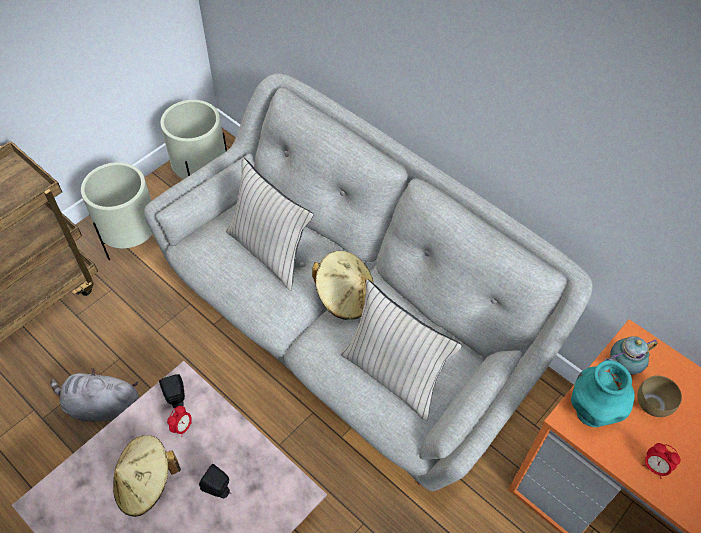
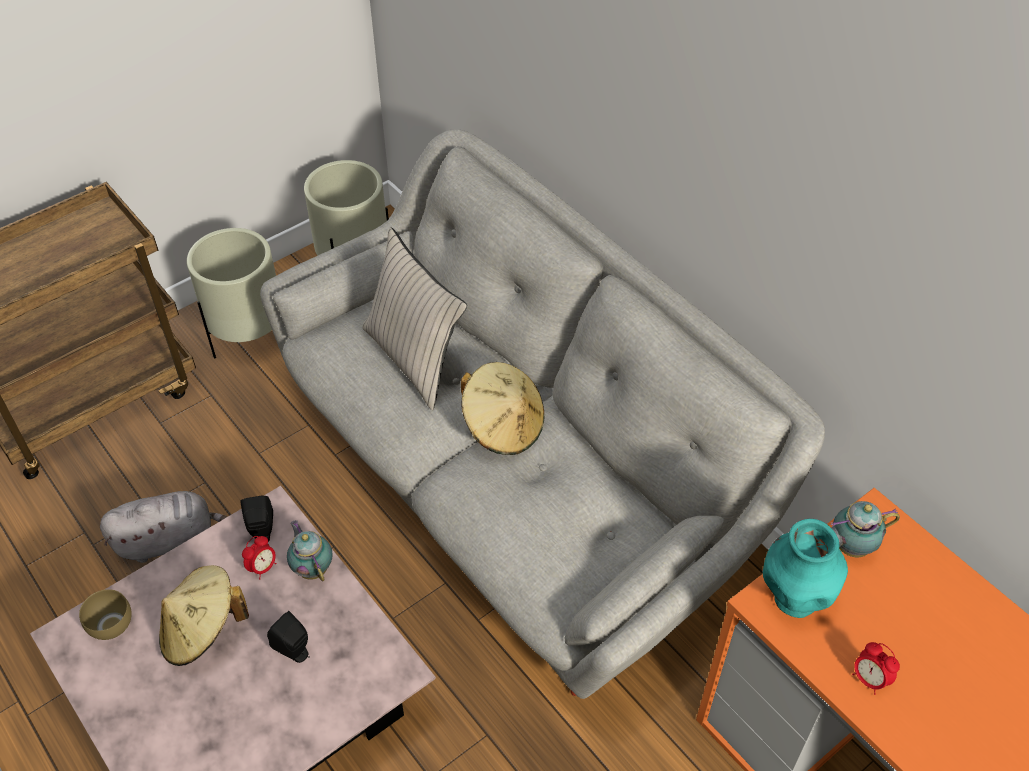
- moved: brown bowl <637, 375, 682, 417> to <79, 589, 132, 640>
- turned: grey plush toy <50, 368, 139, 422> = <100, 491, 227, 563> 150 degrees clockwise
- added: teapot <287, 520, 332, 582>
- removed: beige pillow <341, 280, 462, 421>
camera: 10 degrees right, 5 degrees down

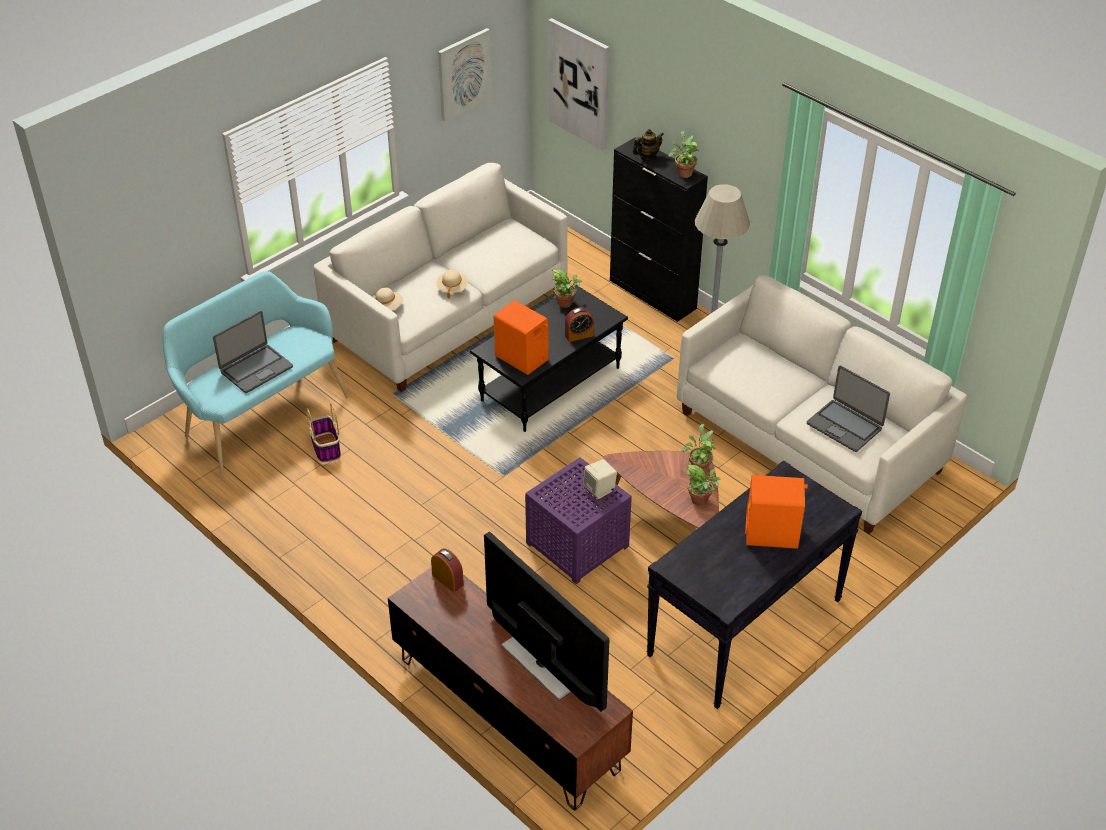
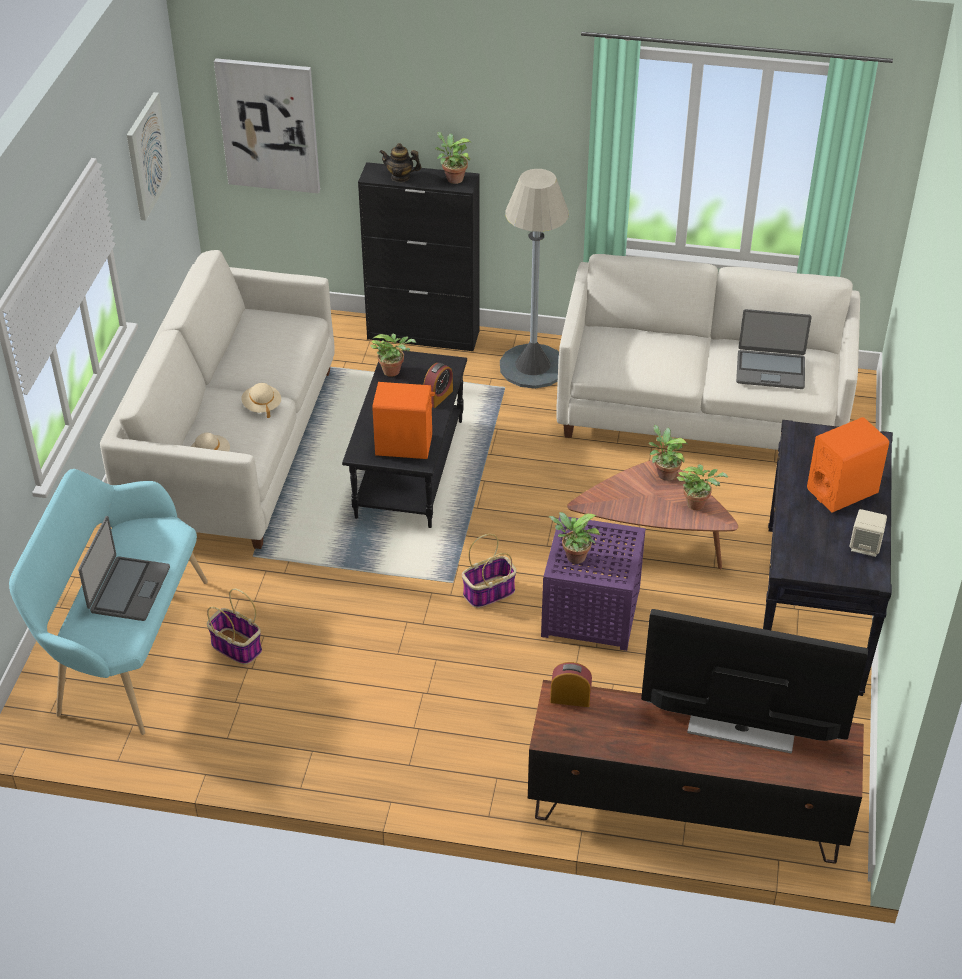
- turned: teapot <632, 129, 664, 161> = <380, 143, 421, 182> 105 degrees counterclockwise
- added: basket <462, 534, 517, 608>
- added: potted plant <549, 512, 601, 564>
- moved: beige speaker <583, 459, 617, 499> to <850, 509, 887, 557>
camera: 35 degrees left, 0 degrees up

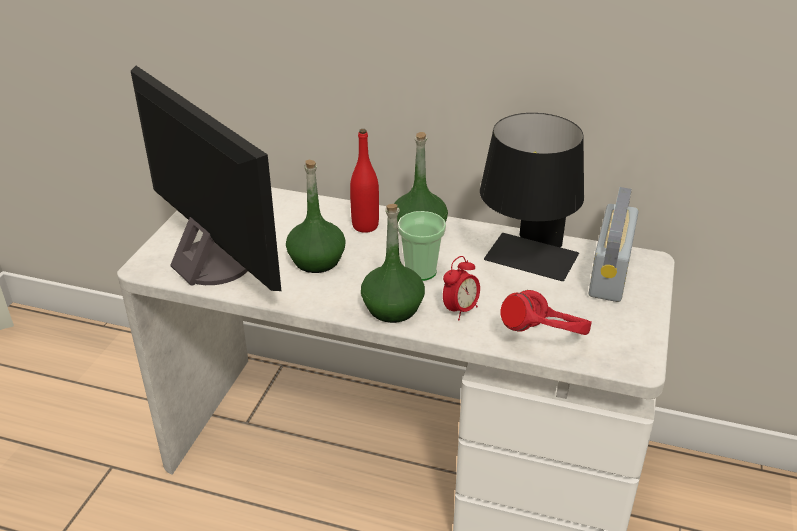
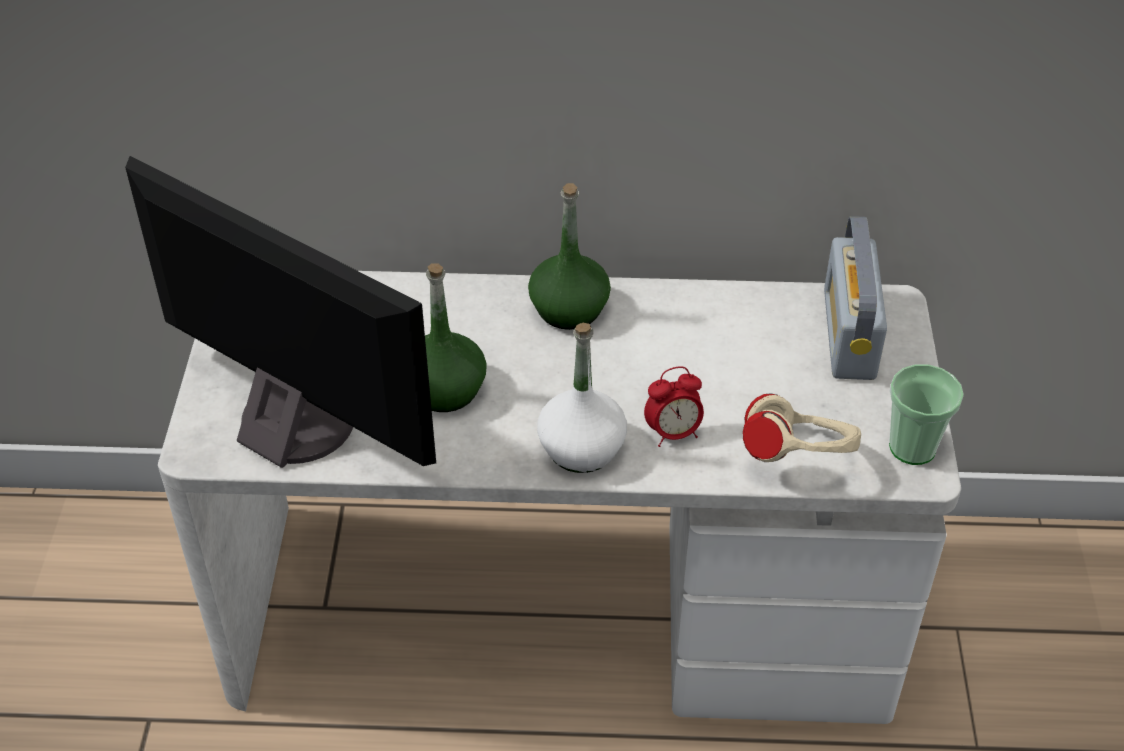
- recoloured: green bottle <361, 204, 425, 323> to white bottle <537, 323, 627, 473>
- turned: alarm clock <443, 256, 480, 320> = <644, 367, 704, 447> 45 degrees clockwise
- recoloured: red headphones <501, 290, 592, 335> to beige headphones <743, 393, 861, 462>
- moved: cup <398, 211, 446, 281> to <889, 364, 964, 465>
- removed: red bottle <350, 129, 379, 233>
- removed: black table lamp <480, 113, 584, 281>
camera: 15 degrees left, 10 degrees up

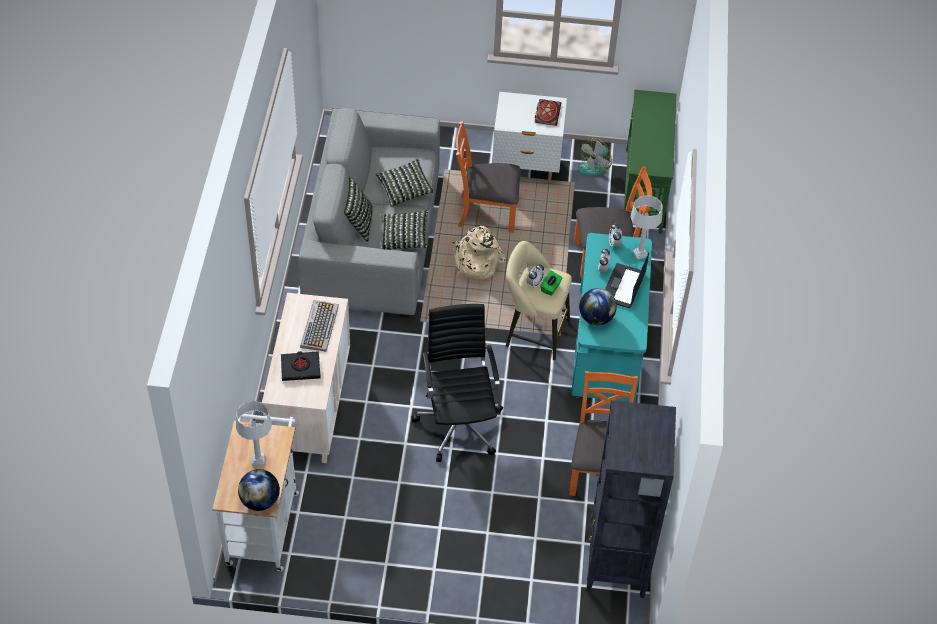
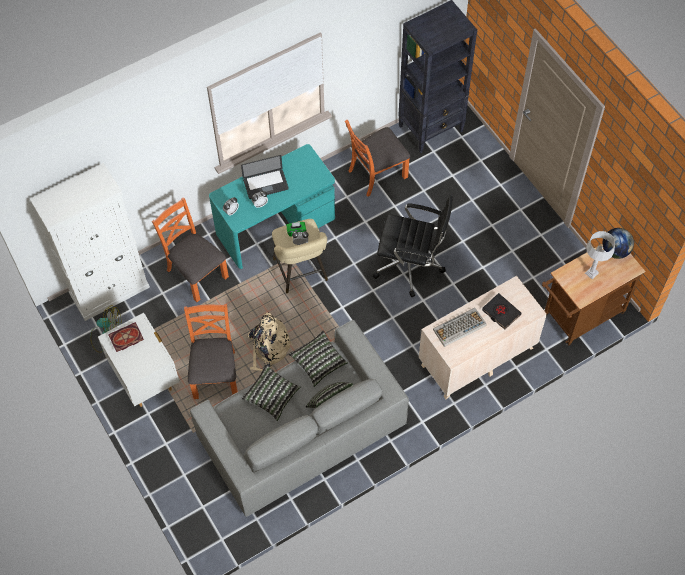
- replaced: green console table <624, 90, 676, 234> to white cabinet <30, 163, 150, 321>
- turned: orange chair <456, 121, 521, 233> = <184, 304, 238, 399> 150 degrees counterclockwise
- turned: black office chair <412, 304, 503, 462> = <373, 195, 453, 297> 120 degrees counterclockwise
- recoloured: white cart <213, 414, 299, 571> to brown cart <542, 243, 645, 346>
- removed: globe <579, 288, 617, 325>
- removed: grey table lamp <631, 195, 663, 260>
camera: 125 degrees left, 10 degrees up

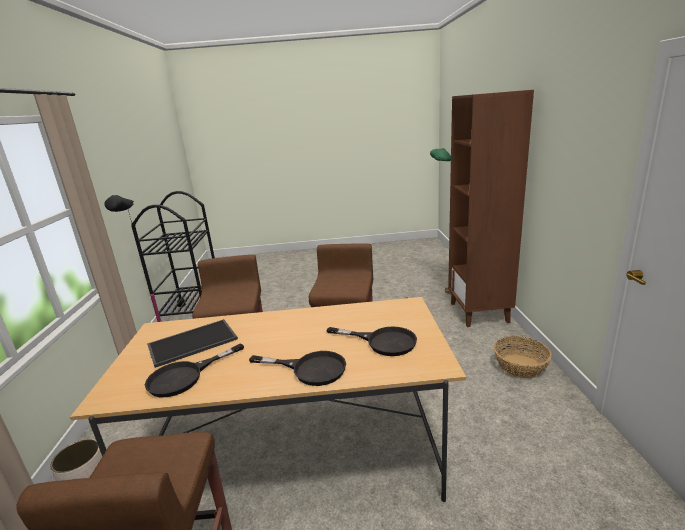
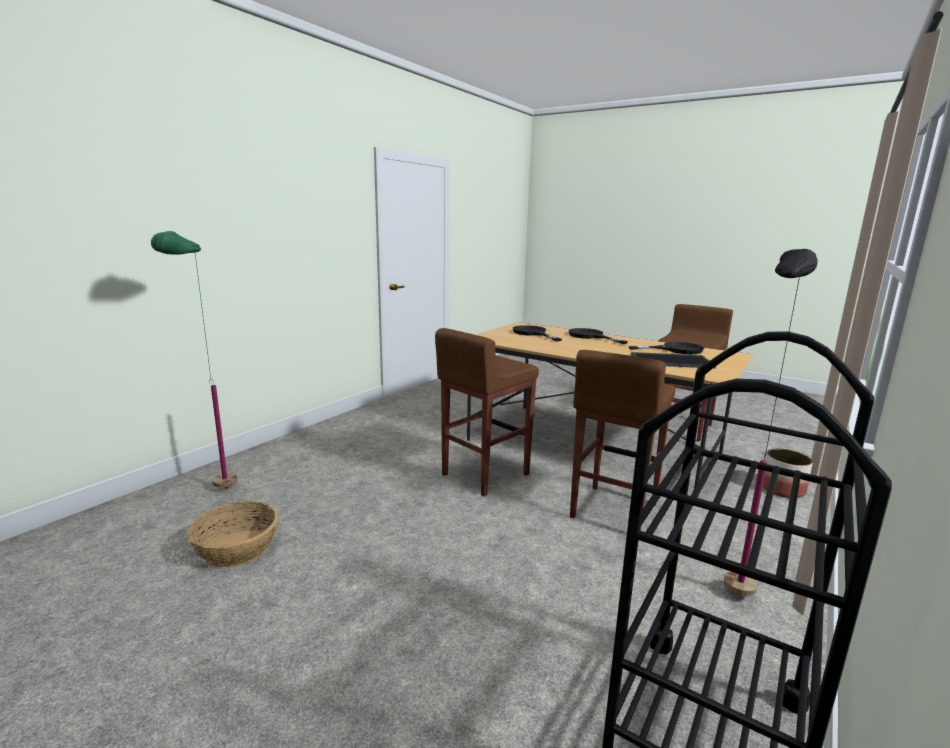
- moved: basket <494, 336, 552, 378> to <187, 501, 278, 567>
- removed: brown bookcase <448, 90, 534, 327>
camera: 145 degrees left, 5 degrees down

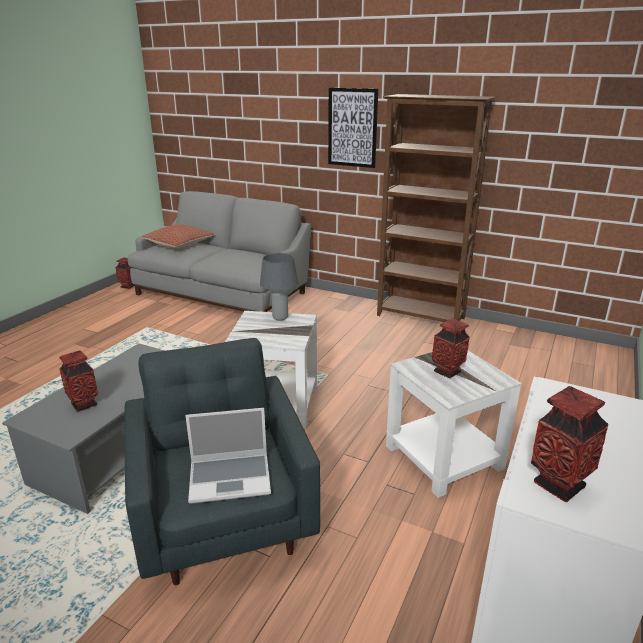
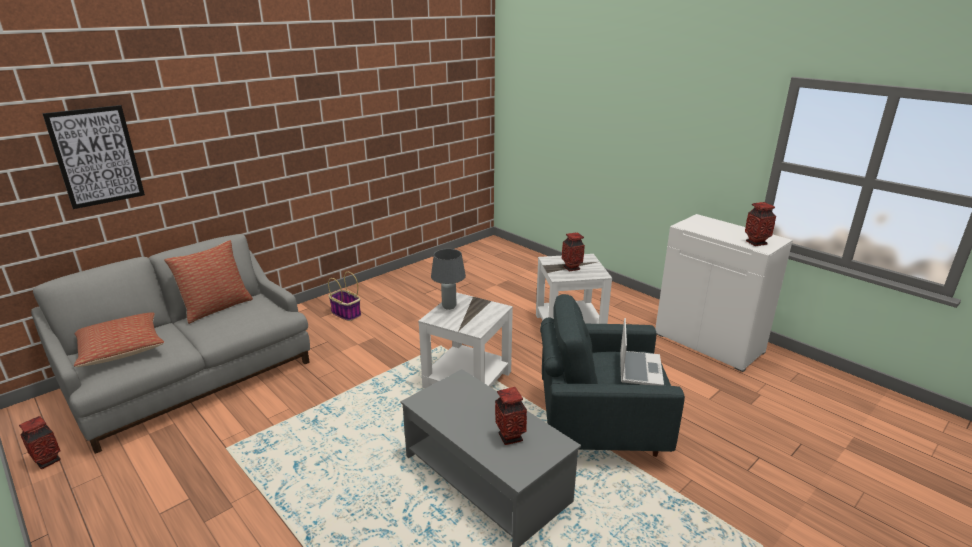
- moved: picture <328, 88, 378, 168> to <42, 105, 145, 209>
- added: pillow <164, 240, 253, 324>
- added: basket <328, 272, 361, 321>
- removed: brown bookcase <377, 94, 496, 322>
camera: 70 degrees left, 0 degrees up

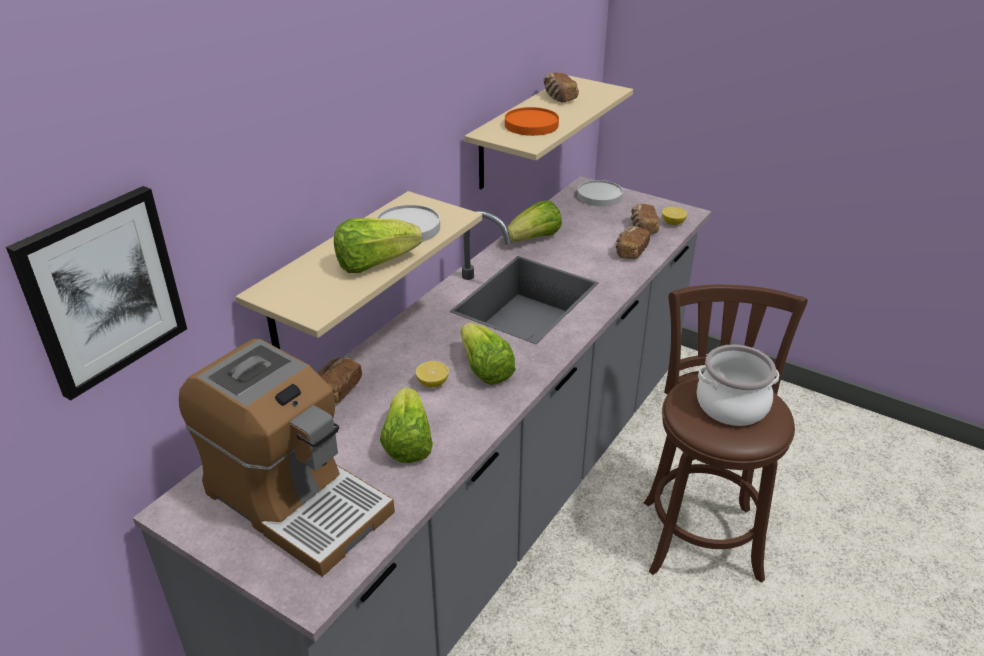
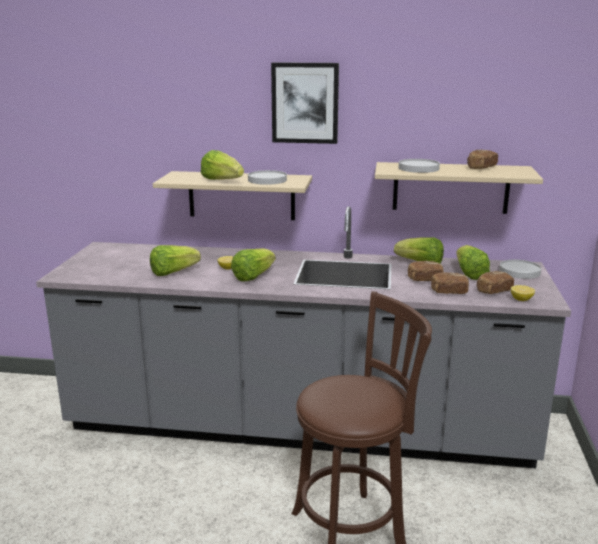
- moved: picture <6, 186, 187, 400> to <271, 62, 339, 144>
- recoloured: orange plate <505, 107, 559, 136> to white plate <399, 159, 440, 173>
- moved: bread <318, 357, 362, 403> to <408, 261, 444, 281>
- added: lettuce <456, 245, 490, 280>
- removed: coffee machine <179, 339, 395, 577>
- removed: cooking pot <696, 344, 779, 426>
camera: 65 degrees right, 15 degrees down

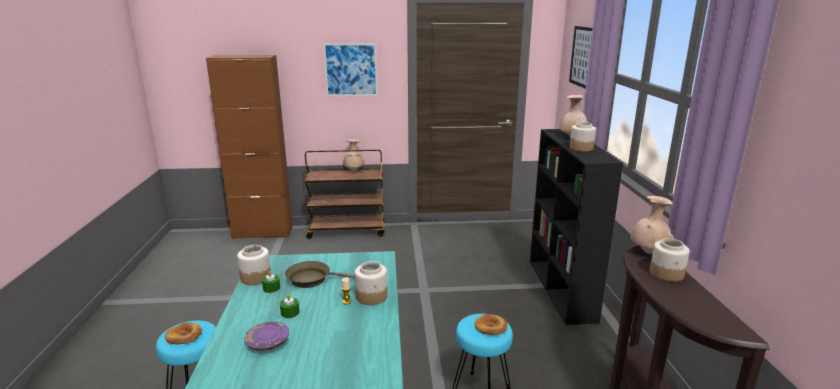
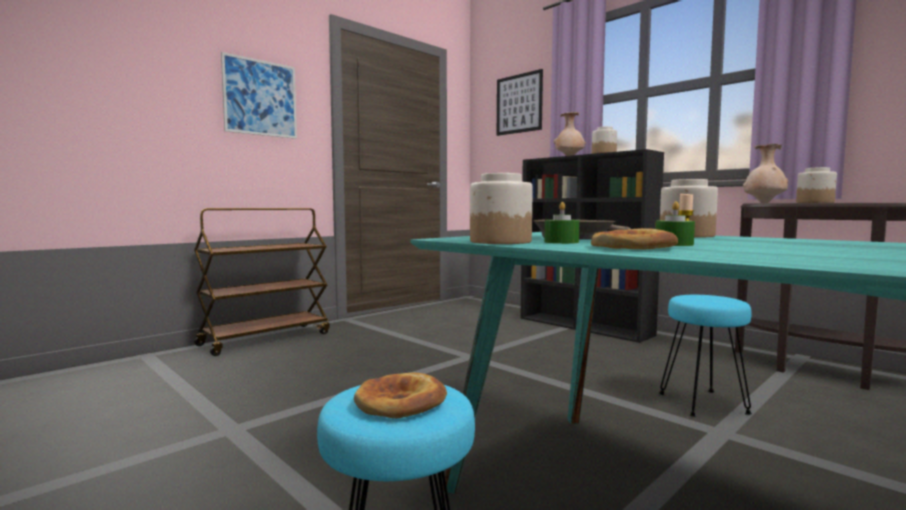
- moved: bread <475, 314, 507, 335> to <591, 228, 678, 249>
- removed: brown cabinet <206, 55, 293, 239>
- removed: purple plate <244, 322, 289, 351>
- removed: beige vase <343, 139, 365, 172>
camera: 40 degrees left, 15 degrees down

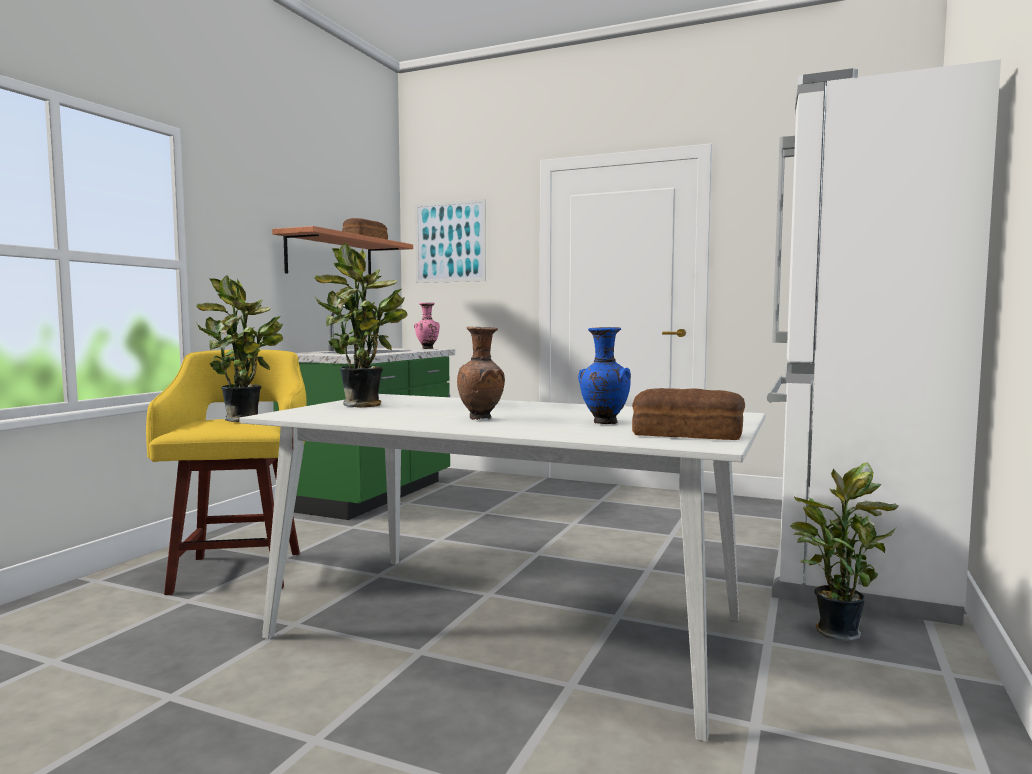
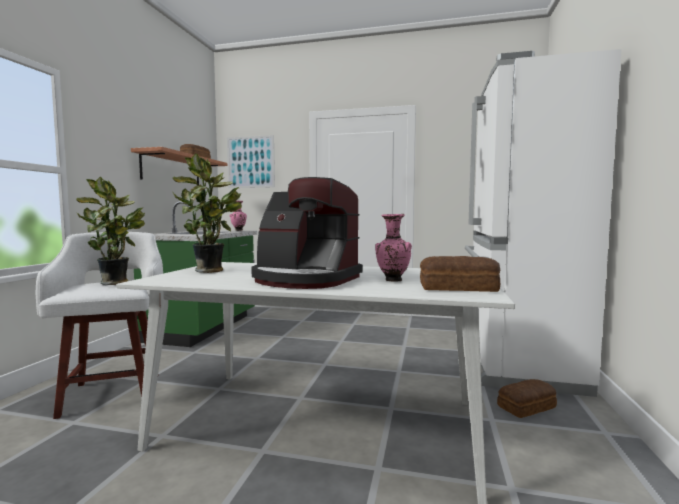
- recoloured: yellow stool <146, 350, 307, 595> to white stool <36, 232, 163, 419>
- replaced: brown vase <457, 327, 505, 420> to coffee machine <251, 177, 363, 289>
- recoloured: blue vase <578, 327, 631, 424> to pink vase <375, 214, 412, 282>
- replaced: potted plant <790, 462, 899, 641> to bread <497, 379, 557, 418>
camera: 10 degrees left, 0 degrees up

